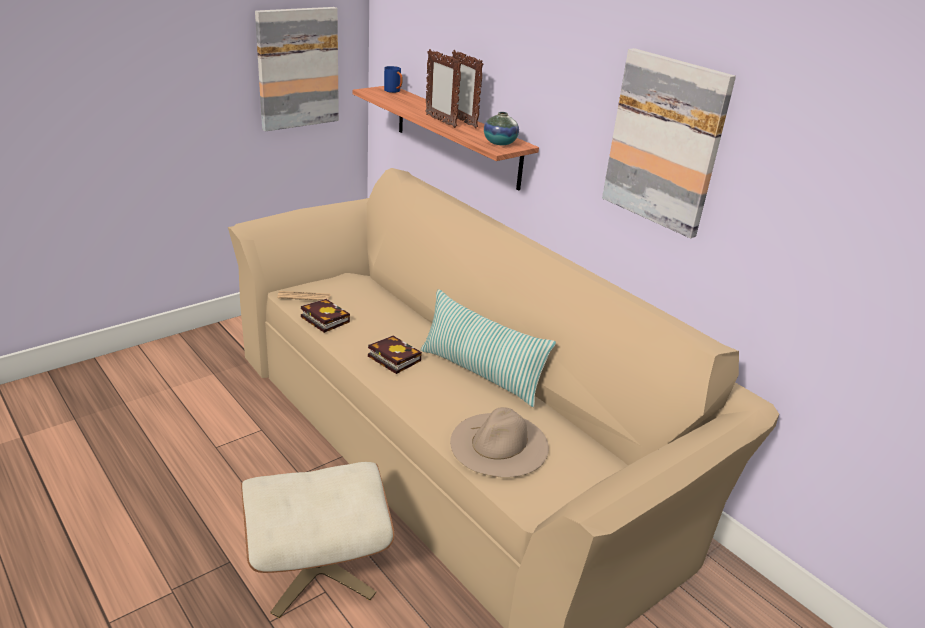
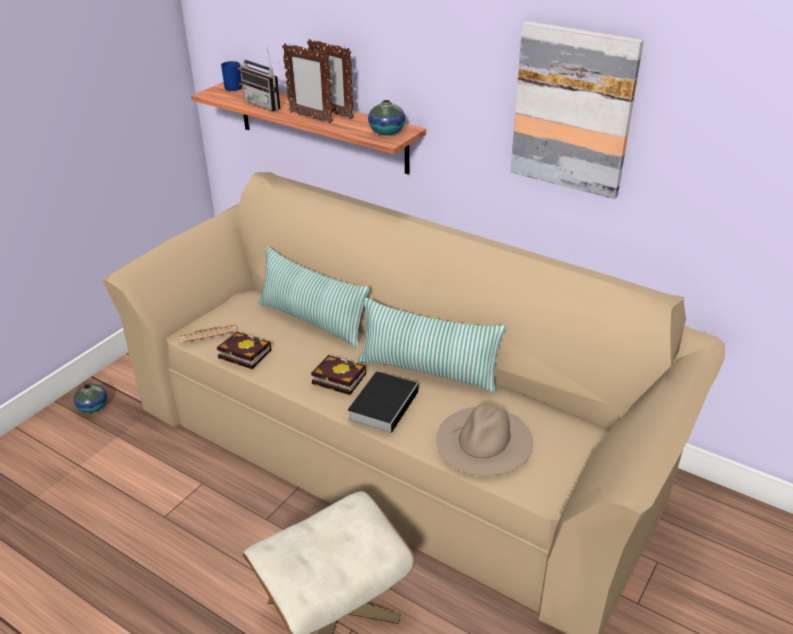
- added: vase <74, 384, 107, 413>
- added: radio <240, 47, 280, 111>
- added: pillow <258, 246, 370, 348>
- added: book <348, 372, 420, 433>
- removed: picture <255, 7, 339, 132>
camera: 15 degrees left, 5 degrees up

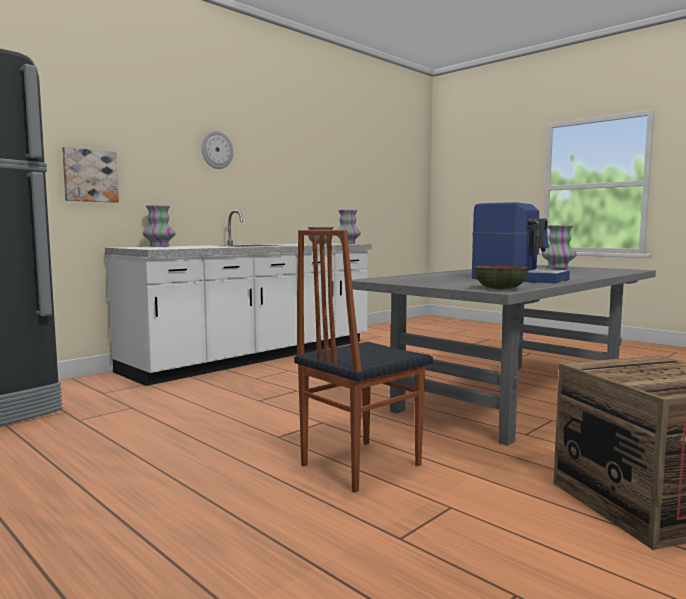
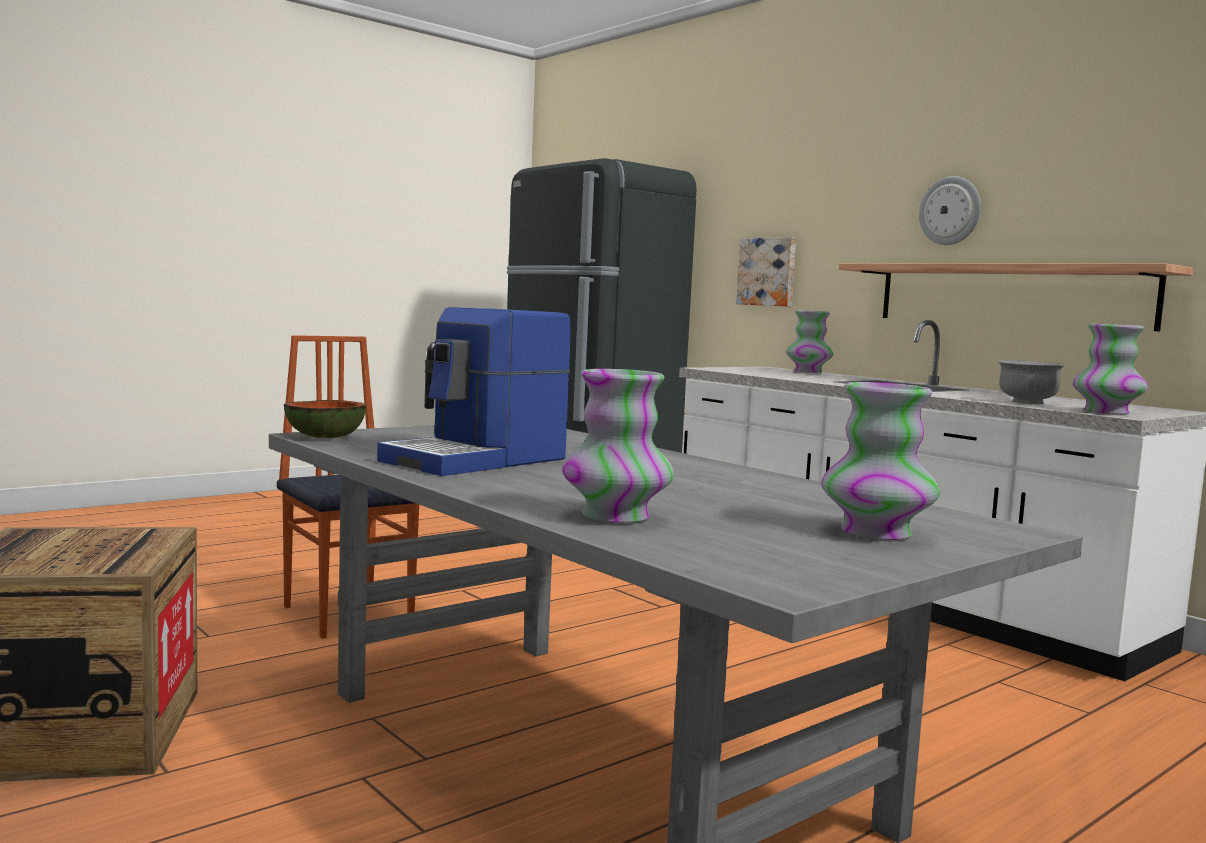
- added: vase <562, 369, 674, 523>
- added: shelf <839, 263, 1194, 331>
camera: 95 degrees right, 0 degrees up

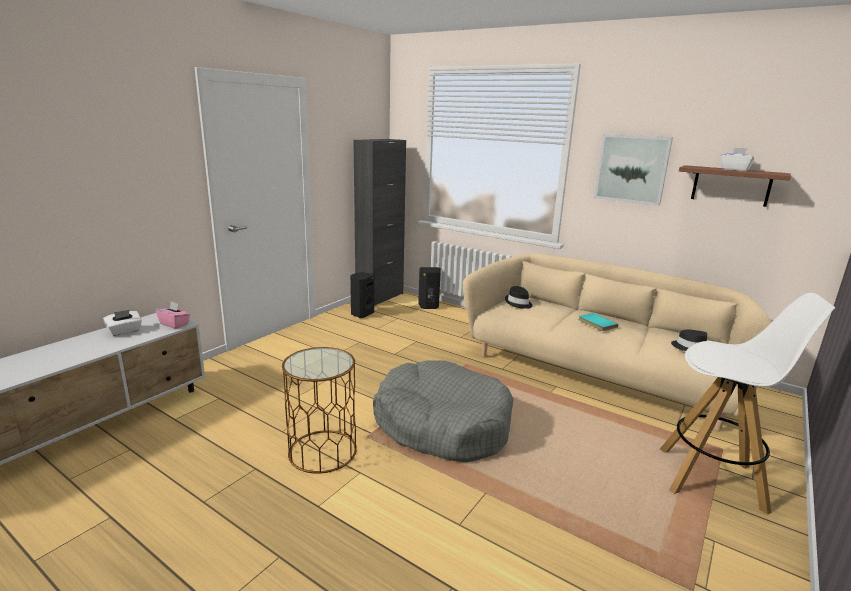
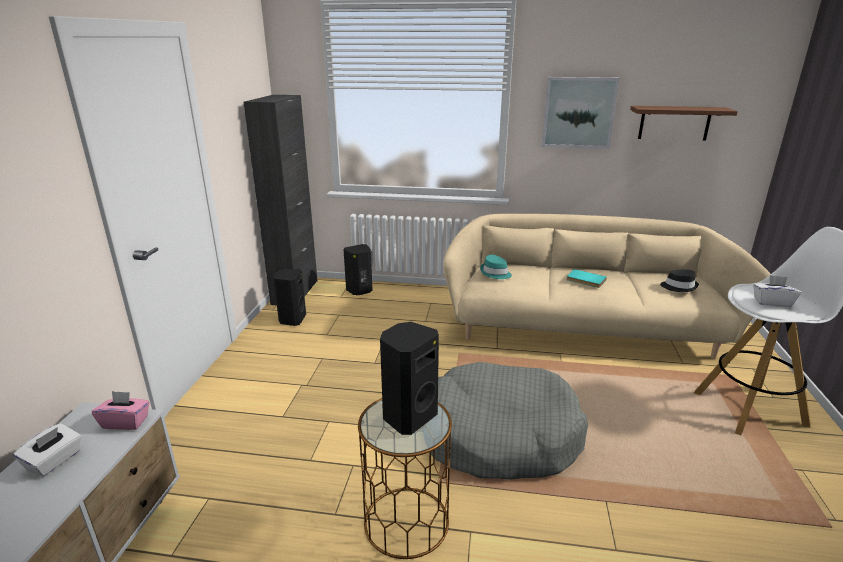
- added: black speaker <380, 322, 439, 435>
- recoloured: black hat <505, 286, 533, 309> to turquoise hat <480, 255, 512, 279>
- moved: white tissue box <721, 147, 754, 171> to <753, 275, 801, 307>
camera: 25 degrees left, 5 degrees up

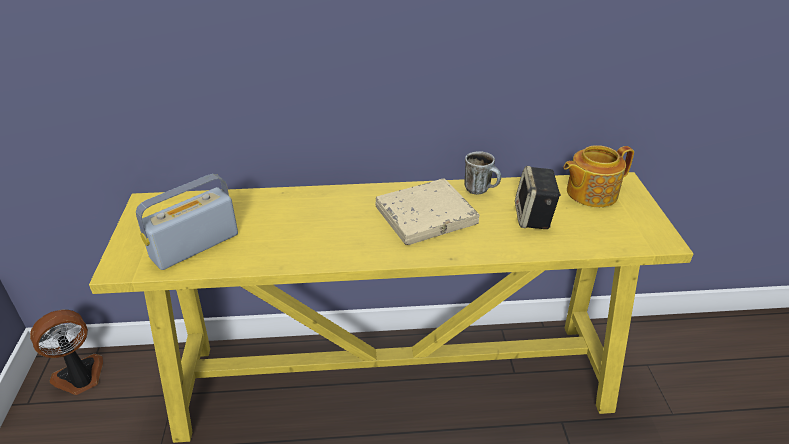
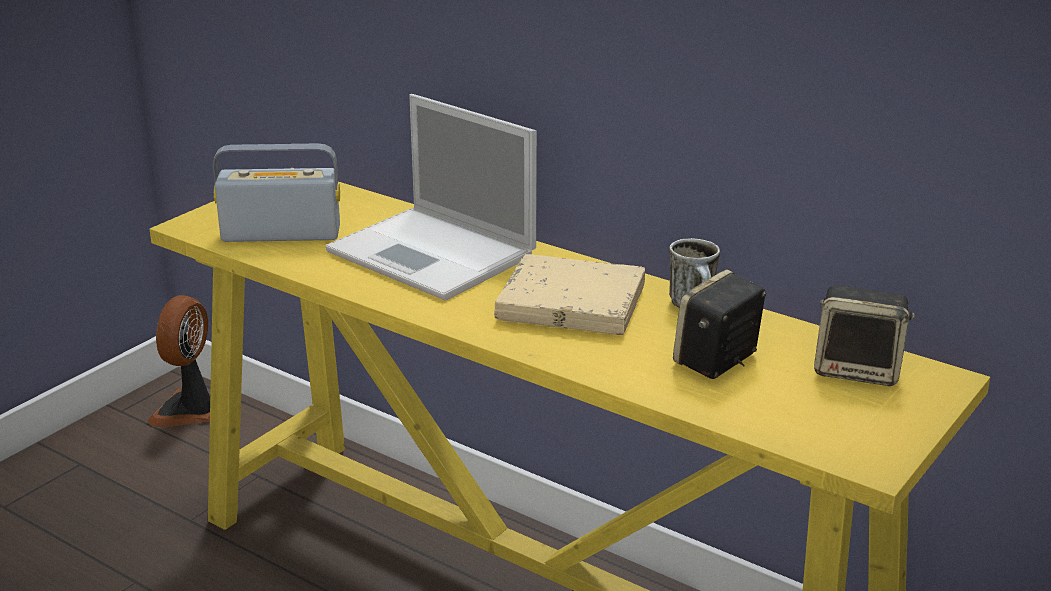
- turned: fan <30, 310, 103, 395> = <147, 295, 210, 427> 75 degrees counterclockwise
- added: laptop <325, 94, 537, 301>
- replaced: teapot <563, 145, 634, 207> to speaker <814, 285, 915, 386>
camera: 40 degrees right, 10 degrees down

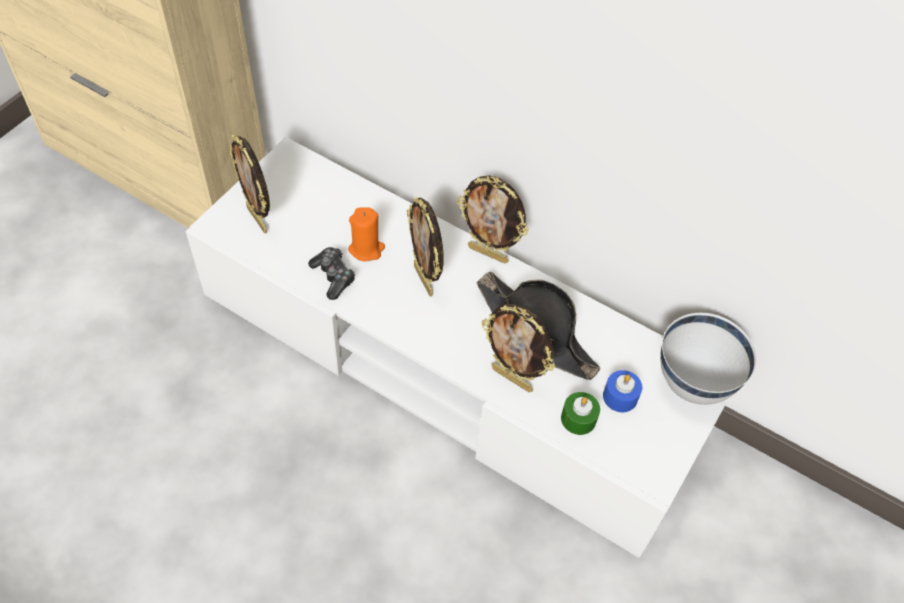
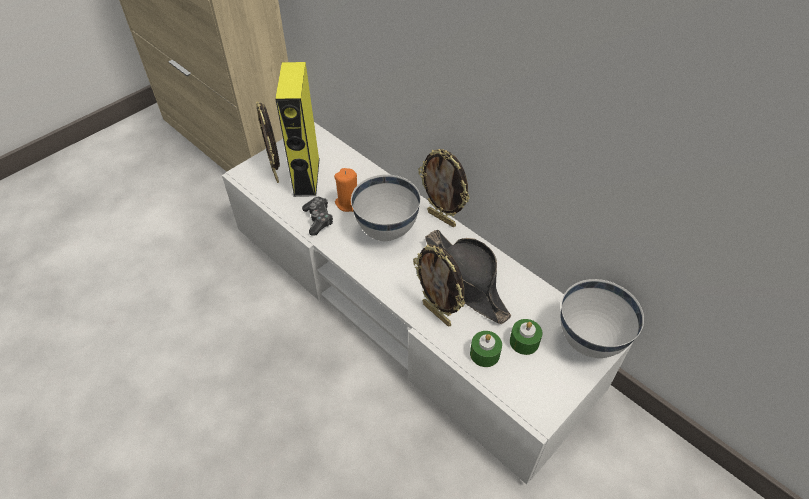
- added: yellow speaker <275, 62, 320, 197>
- replaced: picture frame <407, 197, 444, 296> to white bowl <351, 175, 421, 241>
- recoloured: blue candle <603, 370, 642, 412> to green candle <510, 319, 543, 355>
camera: 15 degrees right, 5 degrees down

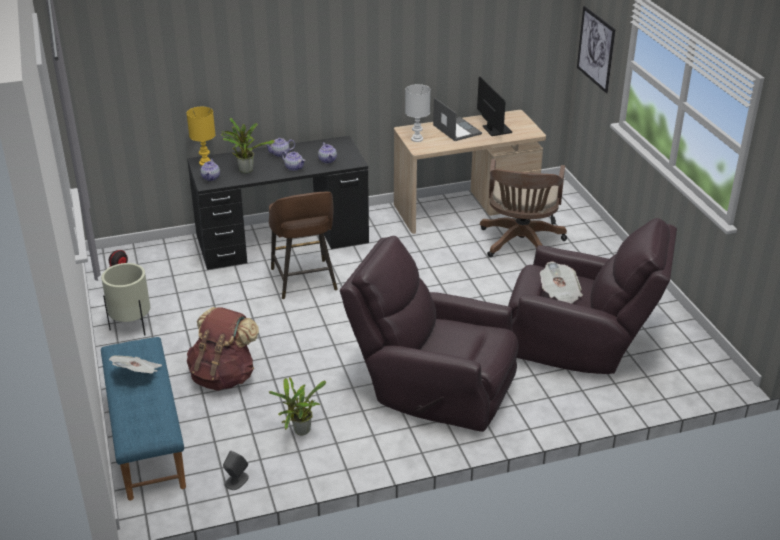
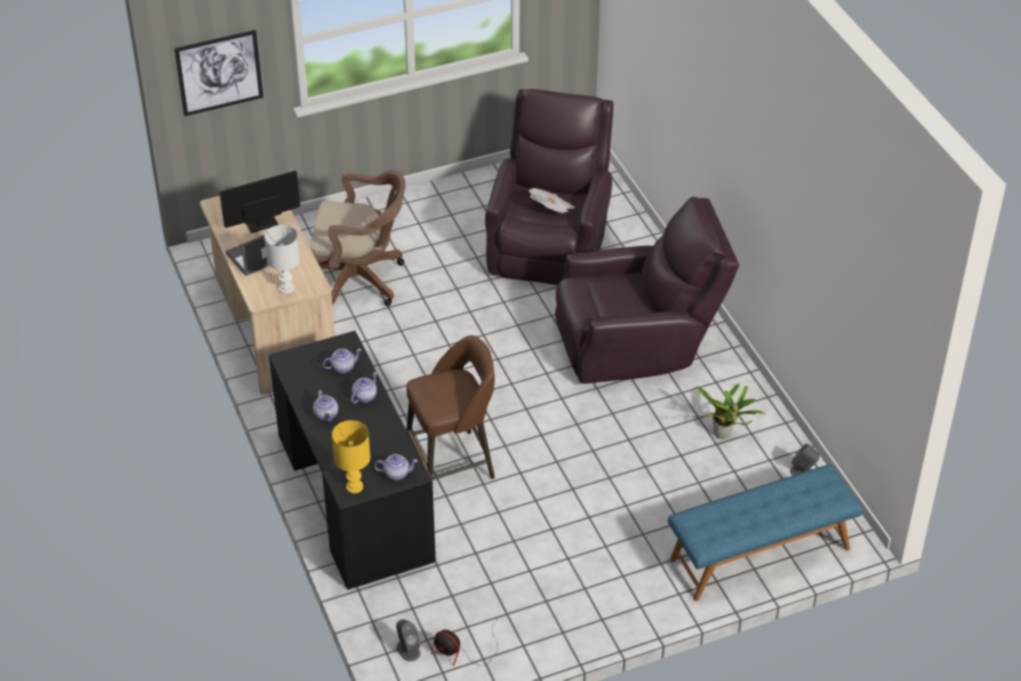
- added: grey speaker <396, 619, 421, 661>
- turned: brown armchair <340, 236, 519, 432> = <555, 197, 739, 384> 120 degrees counterclockwise
- removed: beige planter <101, 263, 150, 335>
- removed: newspaper <109, 356, 162, 374>
- removed: brown backpack <187, 307, 259, 391>
- removed: potted plant <221, 118, 274, 173>
camera: 95 degrees left, 10 degrees up

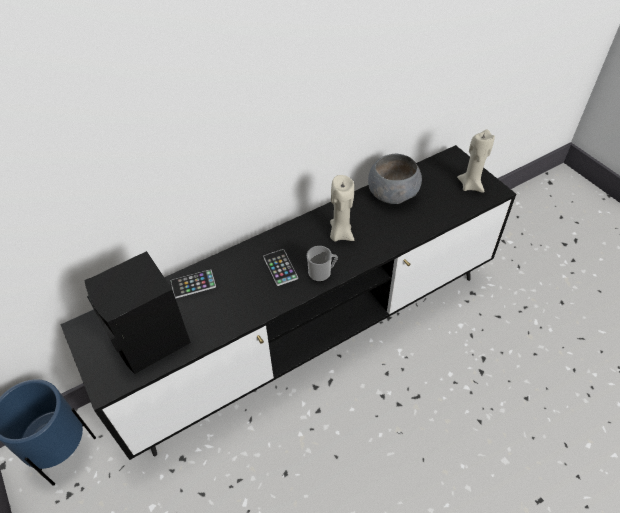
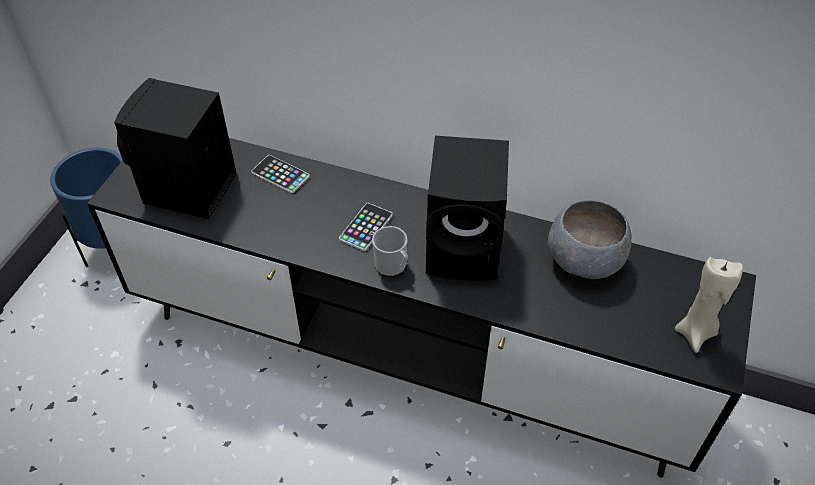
- replaced: beige candle <330, 175, 354, 241> to black speaker <426, 136, 509, 281>
camera: 50 degrees right, 0 degrees up

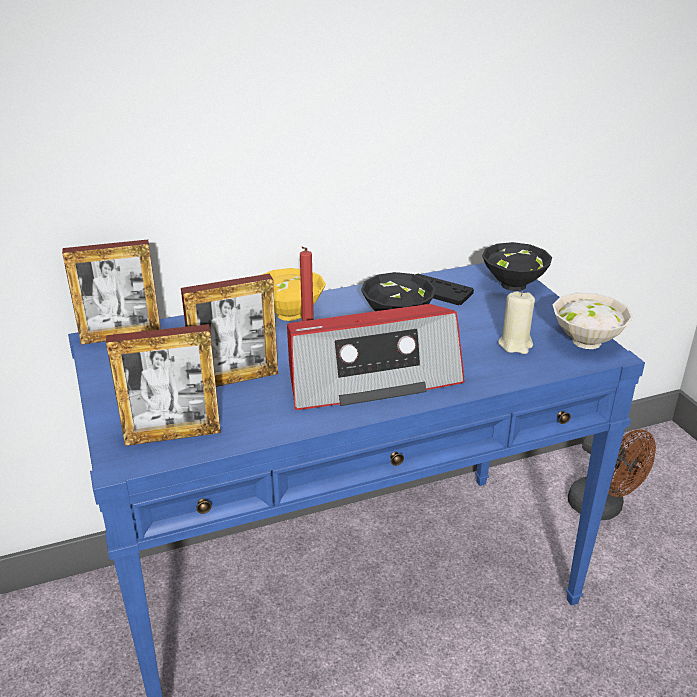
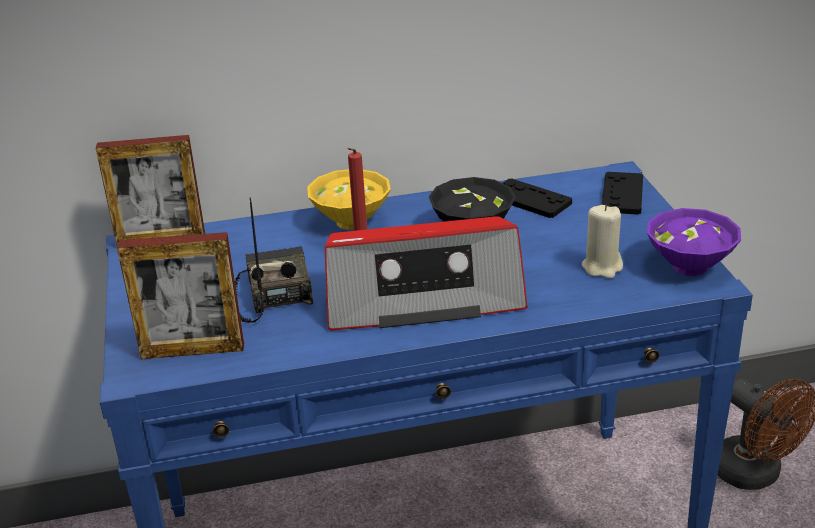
- replaced: picture frame <181, 274, 278, 387> to radio <235, 197, 313, 323>
- replaced: black bowl <482, 242, 552, 291> to black game controller <602, 172, 643, 215>
- recoloured: white bowl <552, 293, 634, 349> to purple bowl <647, 208, 741, 276>
camera: 10 degrees right, 0 degrees up

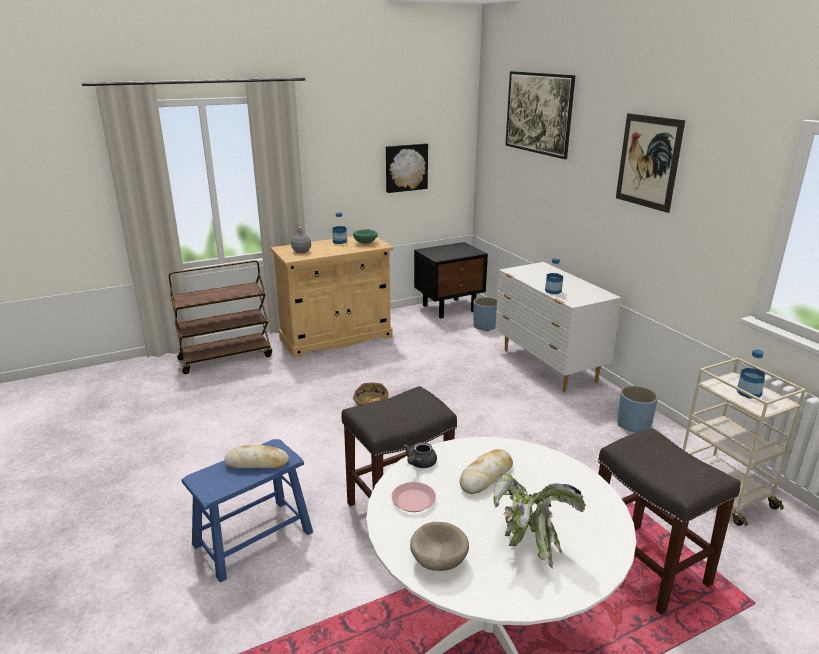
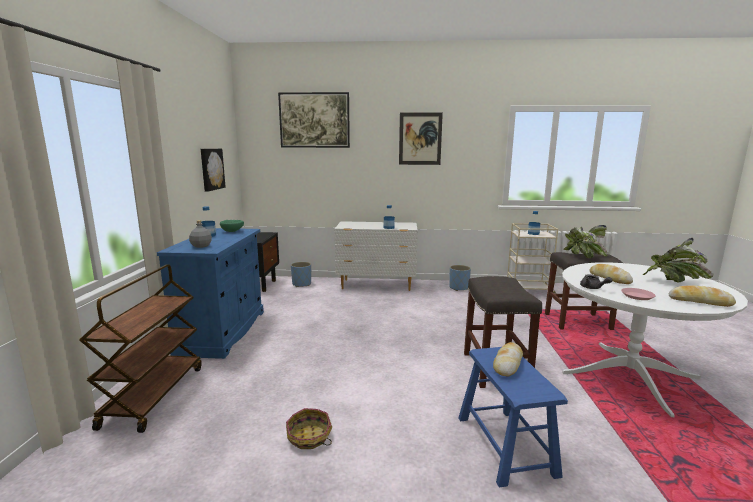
- recoloured: beige cabinet <270, 236, 393, 358> to blue cabinet <157, 228, 264, 359>
- moved: basket <353, 382, 389, 405> to <286, 408, 332, 449>
- added: potted plant <564, 225, 609, 258>
- replaced: beige bowl <410, 522, 469, 571> to bread <669, 285, 736, 307>
camera: 60 degrees left, 10 degrees down

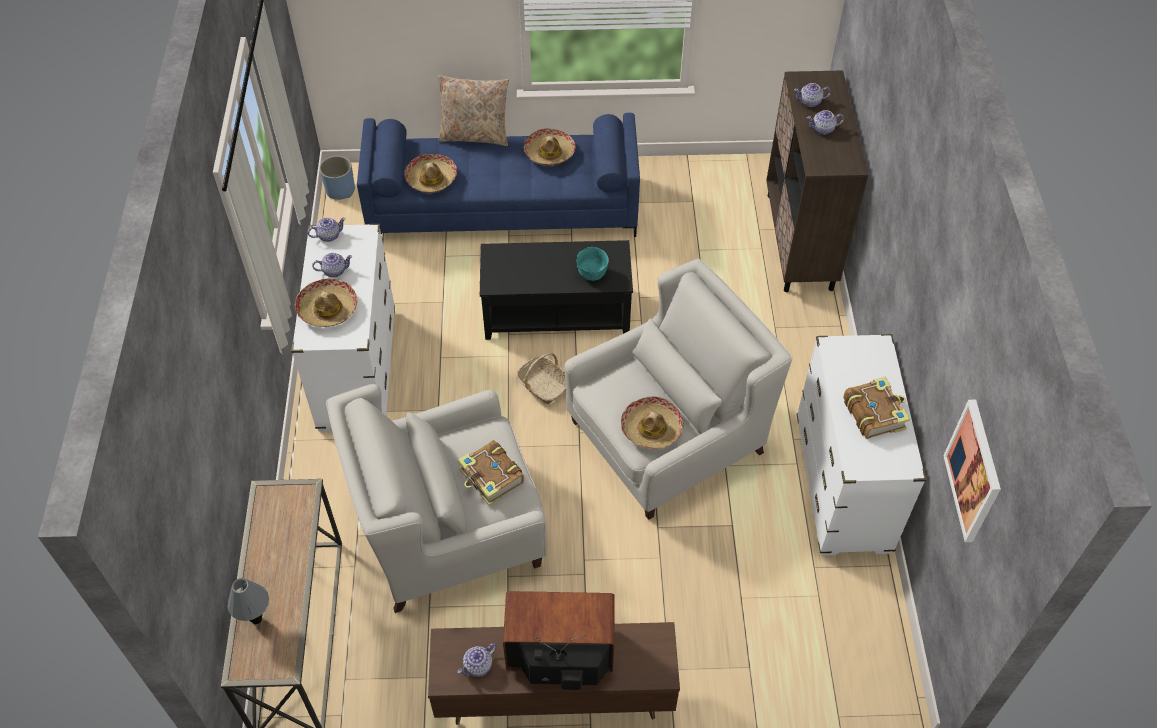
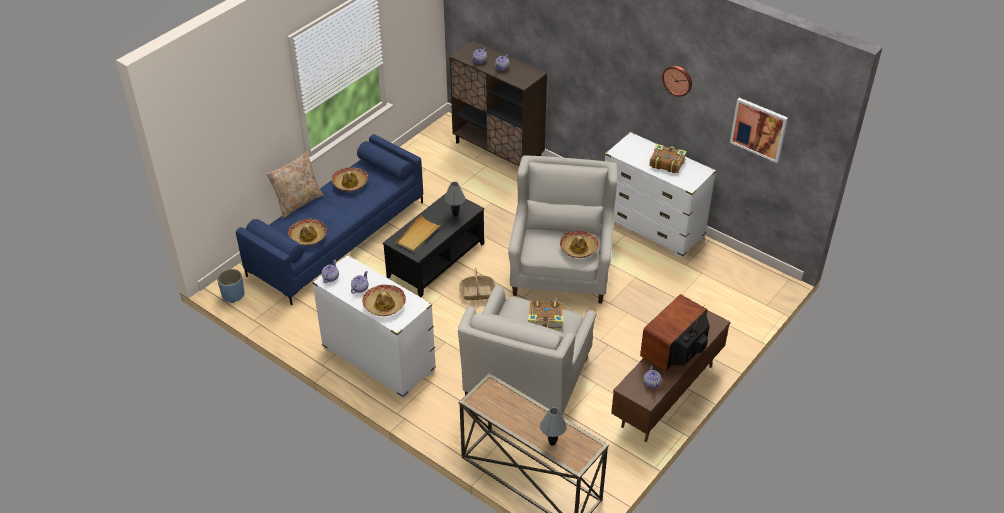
- added: beige tray <396, 215, 442, 252>
- replaced: turquoise bowl <576, 247, 609, 281> to grey table lamp <444, 182, 465, 217>
- added: wall clock <662, 65, 692, 97>
camera: 50 degrees left, 10 degrees down

